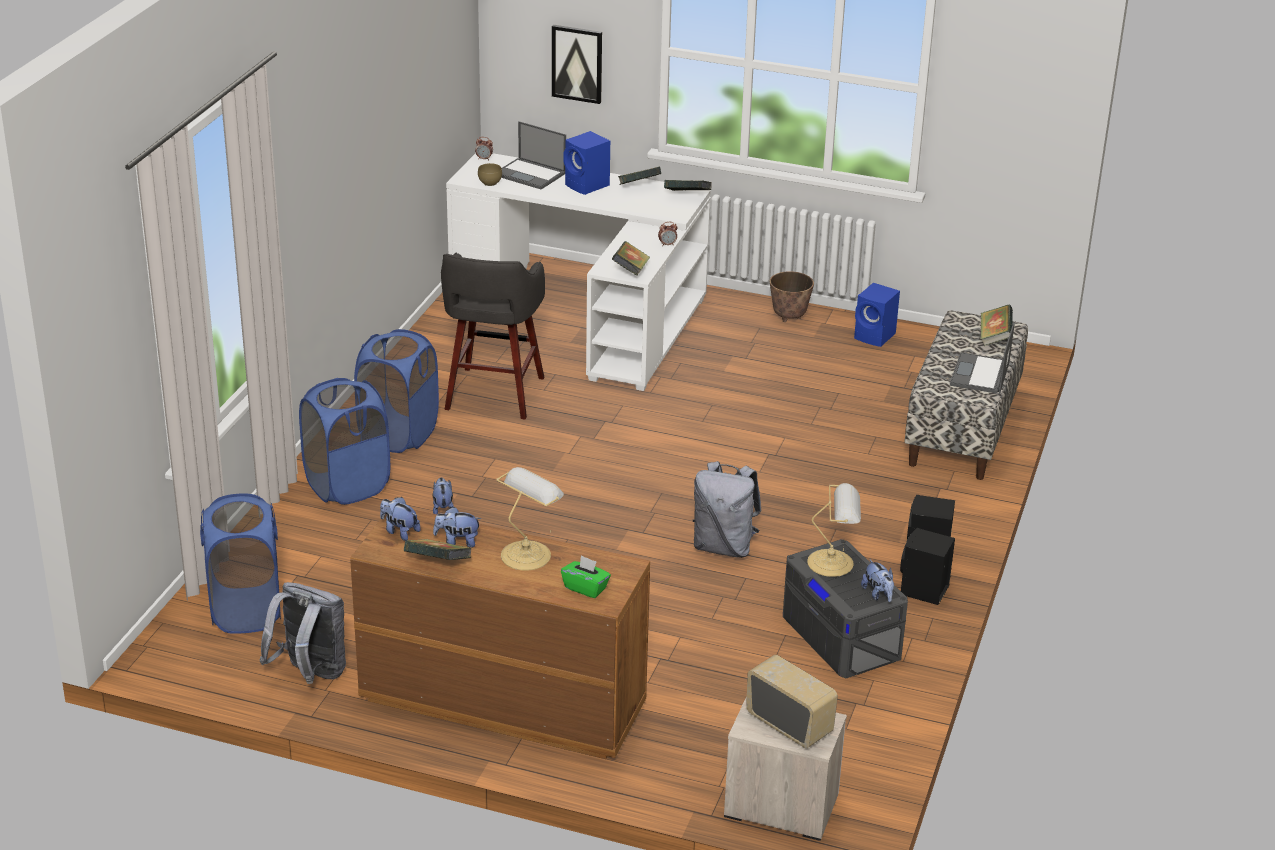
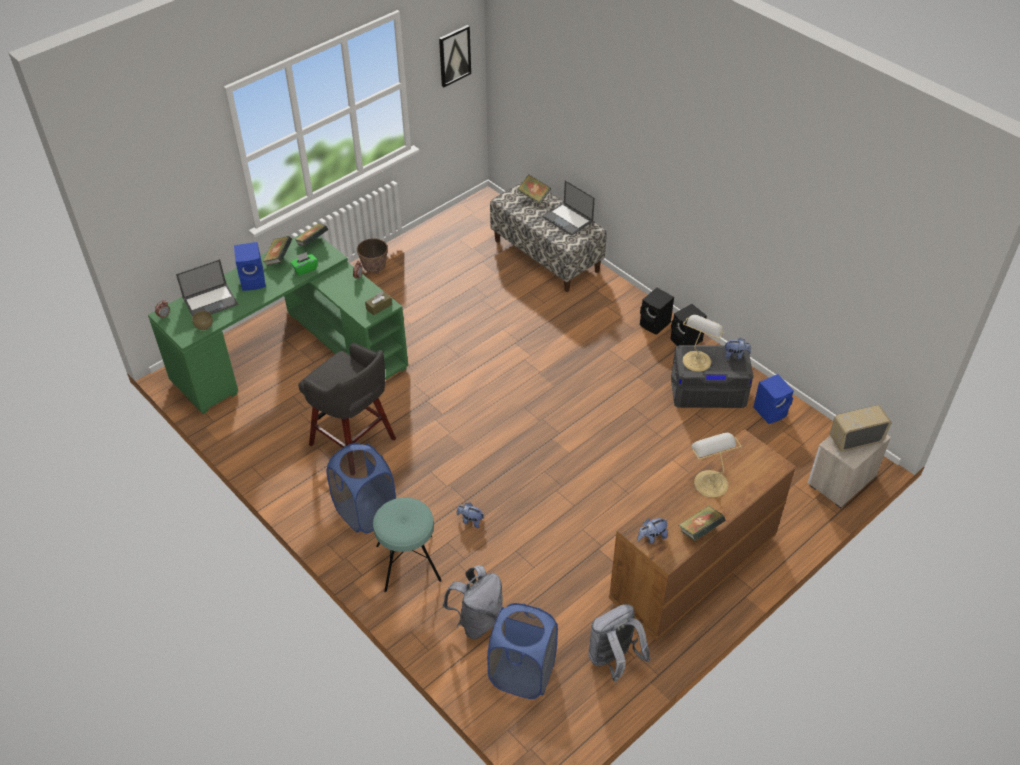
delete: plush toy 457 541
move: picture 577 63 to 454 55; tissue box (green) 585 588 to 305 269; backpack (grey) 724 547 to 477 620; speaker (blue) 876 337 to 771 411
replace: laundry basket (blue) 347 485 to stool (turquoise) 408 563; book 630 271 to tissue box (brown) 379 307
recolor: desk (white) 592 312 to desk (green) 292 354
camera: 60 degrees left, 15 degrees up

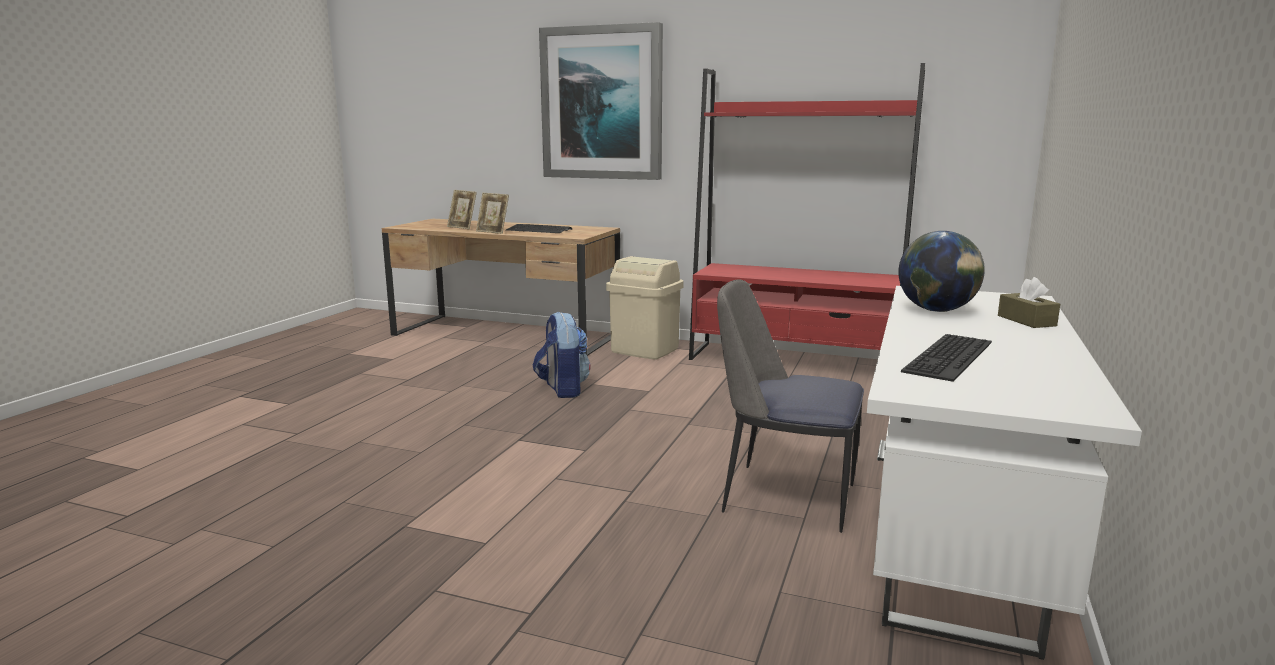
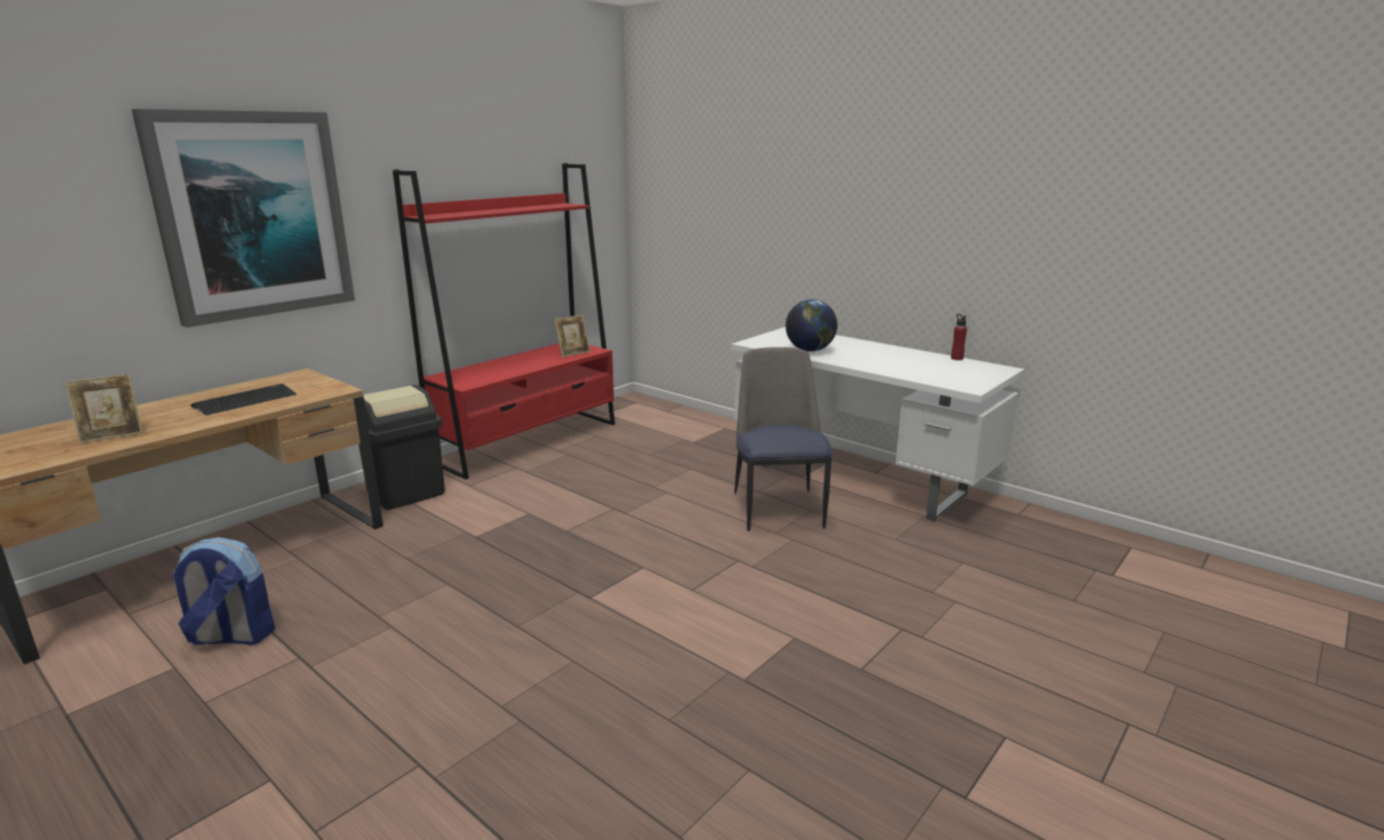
delete: keyboard 951 357; tissue box (brown) 1026 320
insert: bottle (red) 956 358
move: picture frame 493 232 to 573 353; backpack 562 389 to 231 636
recolor: trash can (beige) 645 350 to trash can (black) 406 492
rotate: chair 784 496 = 778 508 135 degrees clockwise
camera: 70 degrees left, 5 degrees up

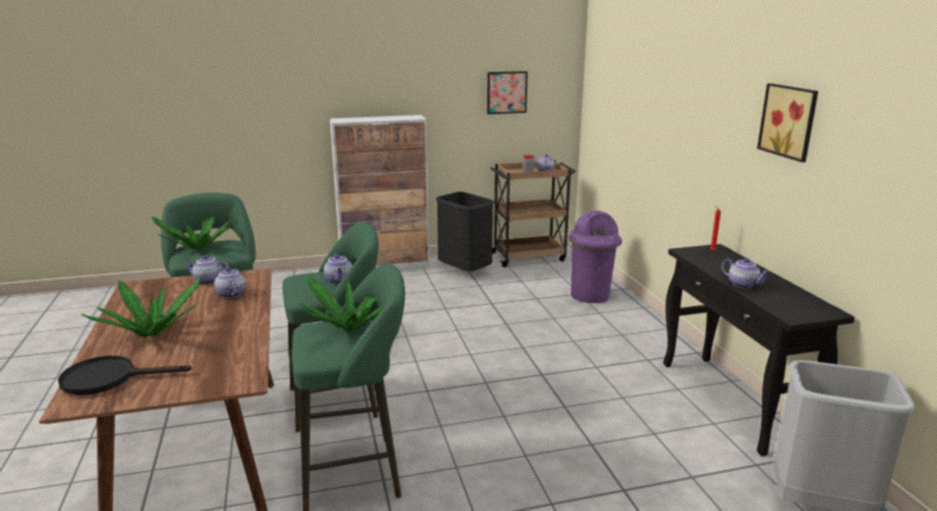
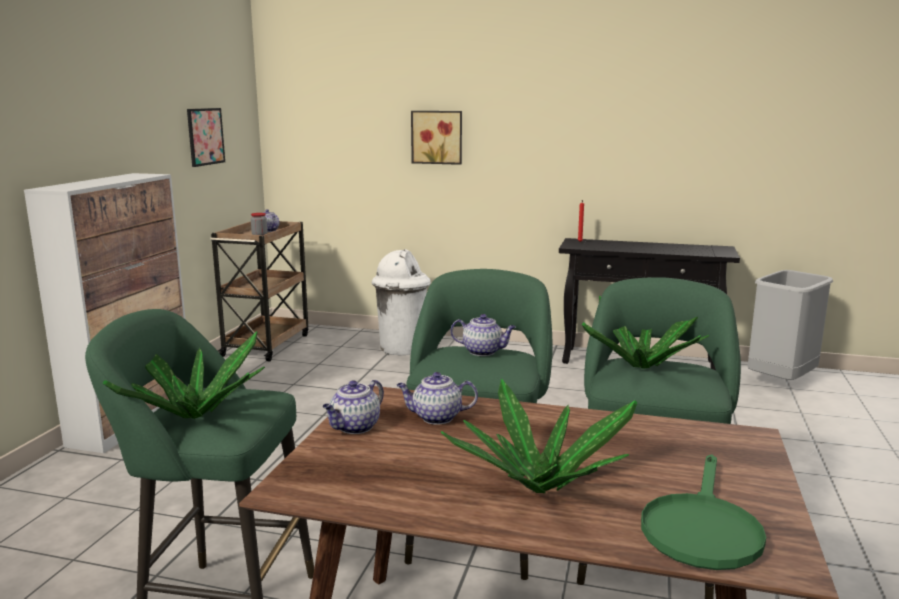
delete: trash can (black) 464 272; teapot 743 285
move: picture 790 121 to 437 137
recolor: frying pan (black) 109 378 to frying pan (green) 701 528; trash can (purple) 590 296 to trash can (white) 402 348
camera: 60 degrees left, 5 degrees down

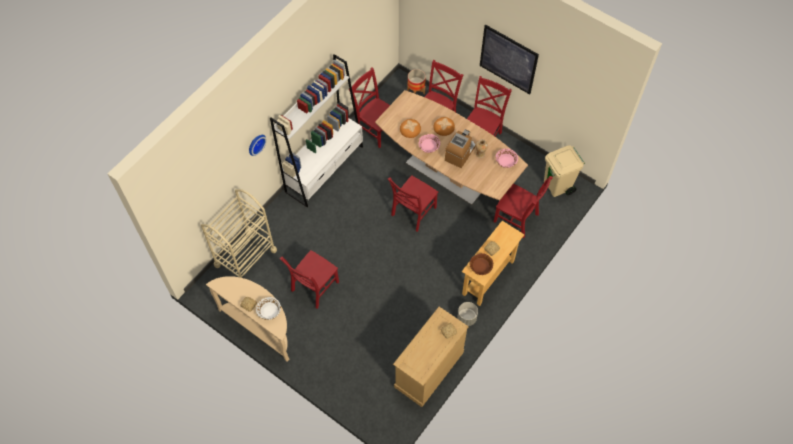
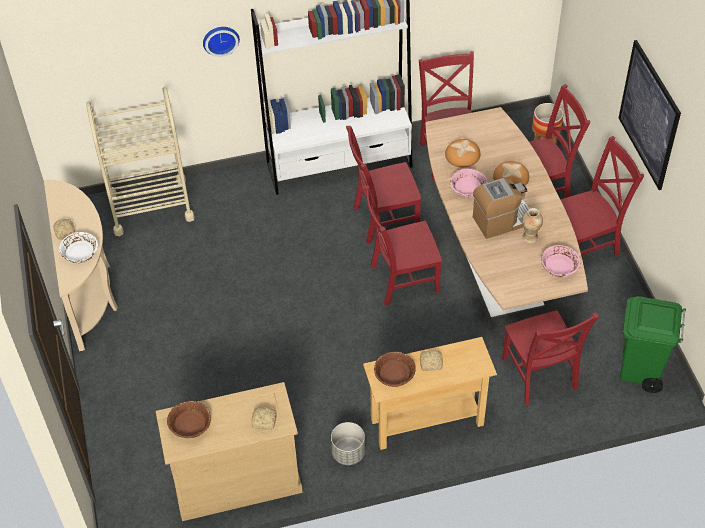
insert: bowl (brown) 190 425
move: chair (red) 313 288 to 383 219
recolor: trash can (beige) 557 186 to trash can (green) 640 370
camera: 40 degrees right, 10 degrees down

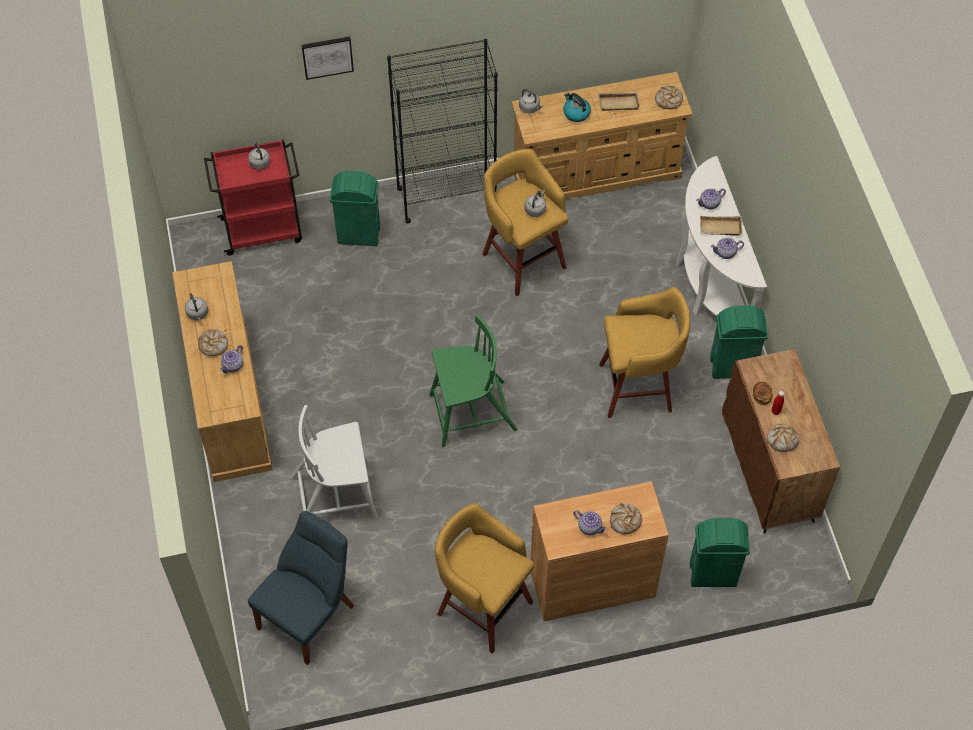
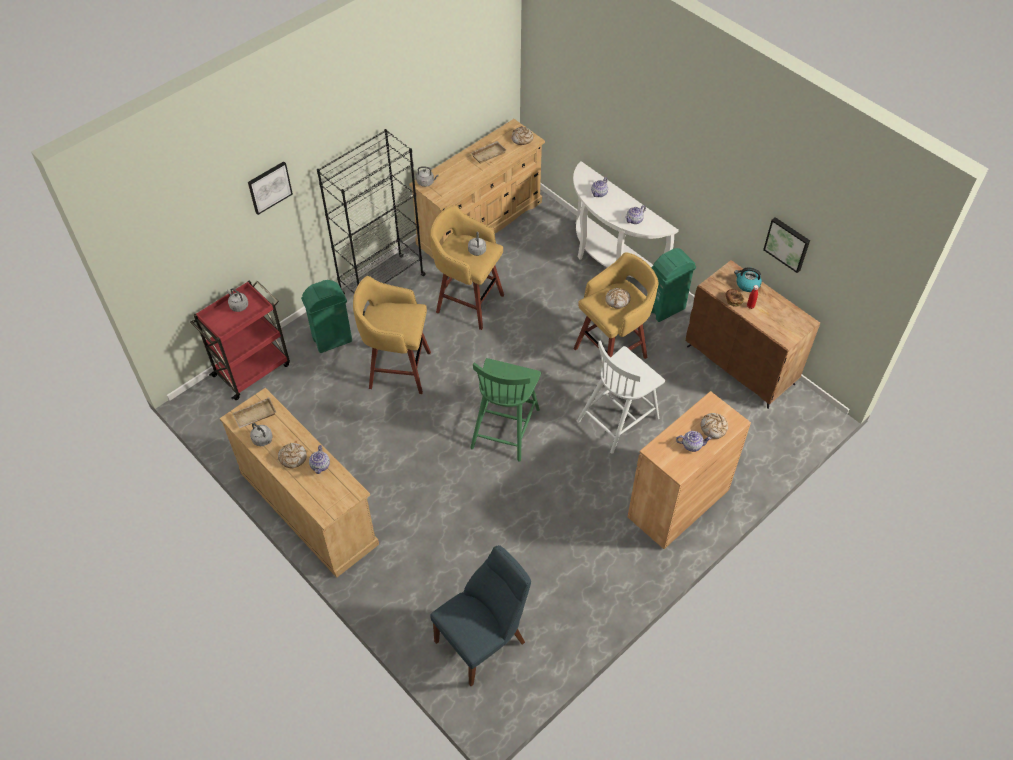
delete: trash can (green) 713 575
insert: picture 787 243
move: chair (white) 336 496 to 618 418; stool (yellow) 482 606 to 397 369; kettle 576 113 to 747 284; tray (beige) 719 229 to 255 416; bread 782 440 to 617 300
rotate: chair (blue) 309 614 = 483 640 45 degrees clockwise; chair (green) 471 413 = 505 427 150 degrees clockwise
camera: 30 degrees left, 5 degrees down

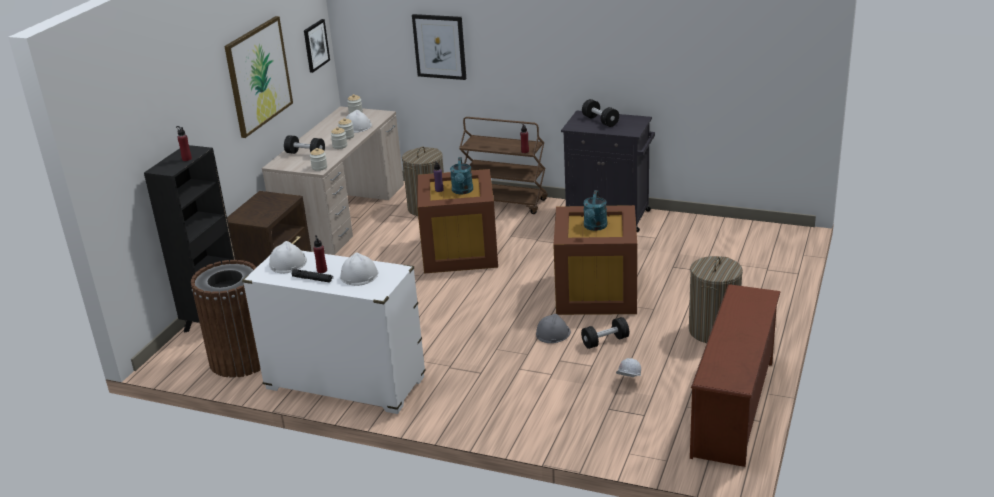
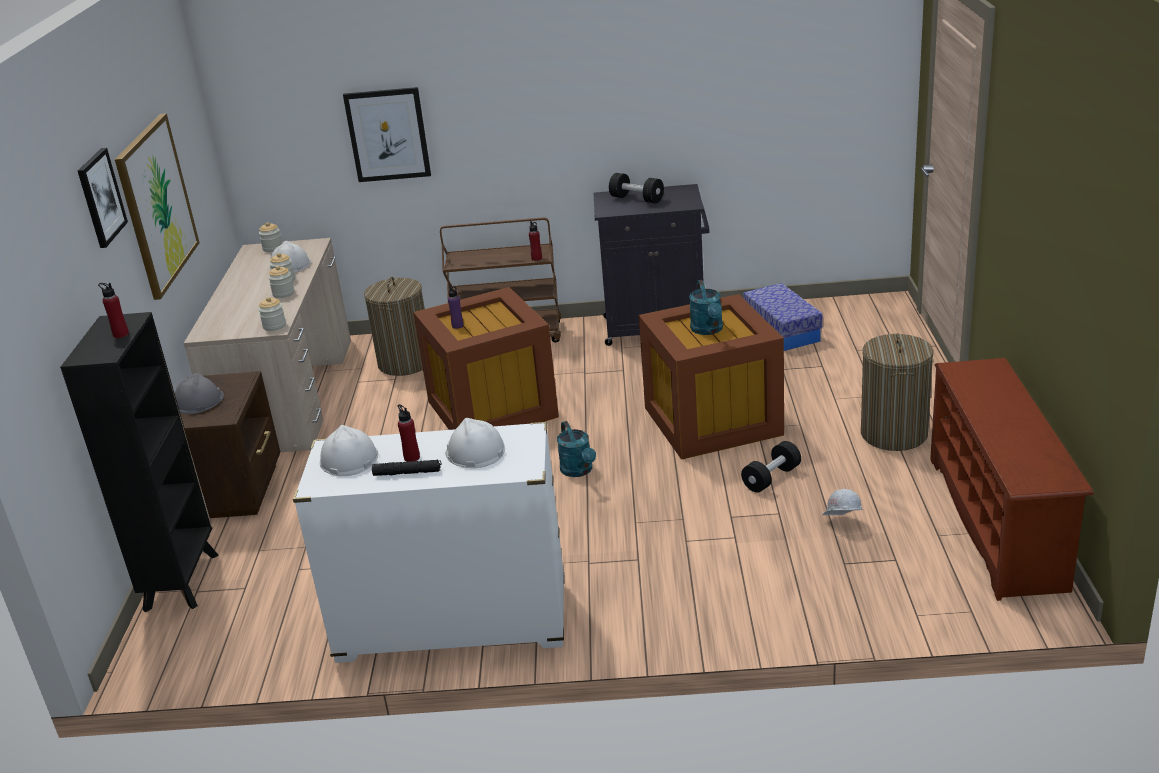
delete: trash can (brown) 241 359; dumbbell (black) 305 154
insert: storage box 782 330
move: picture 315 45 to 100 197; watering can (turquoise) 462 191 to 579 471; hard hat (grey) 553 333 to 199 401
camera: 20 degrees left, 0 degrees up

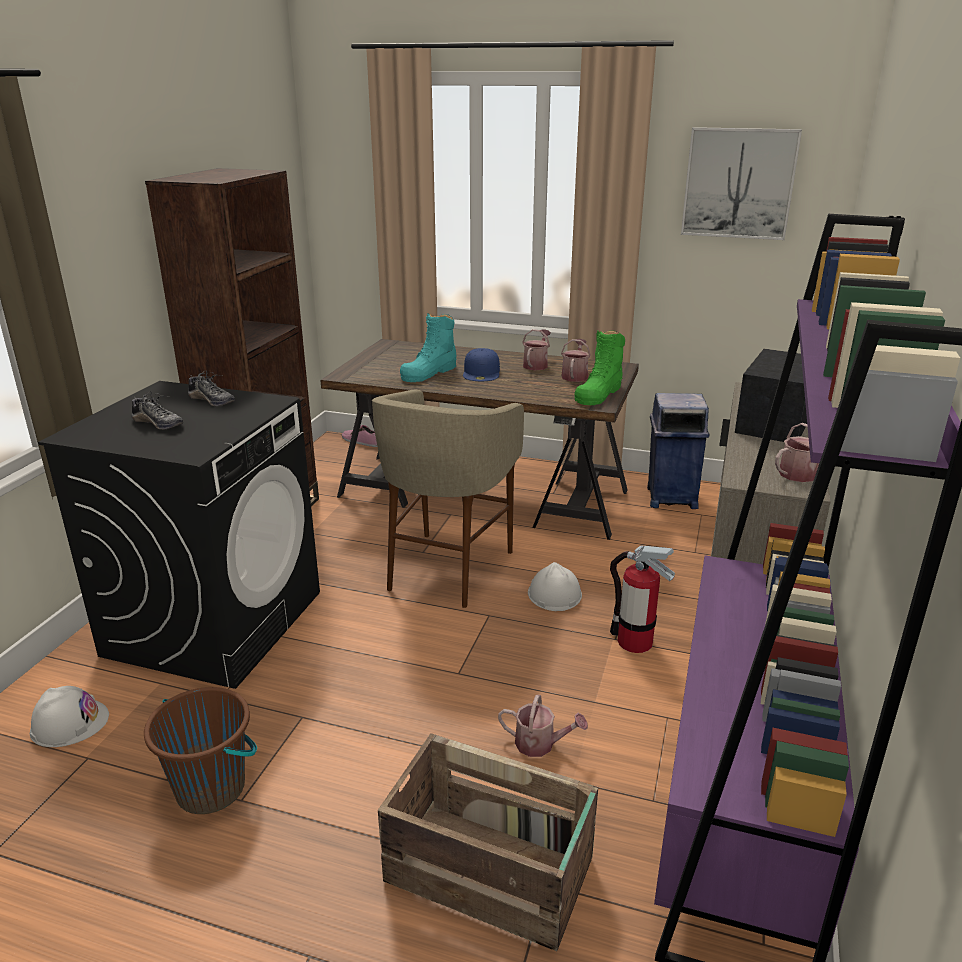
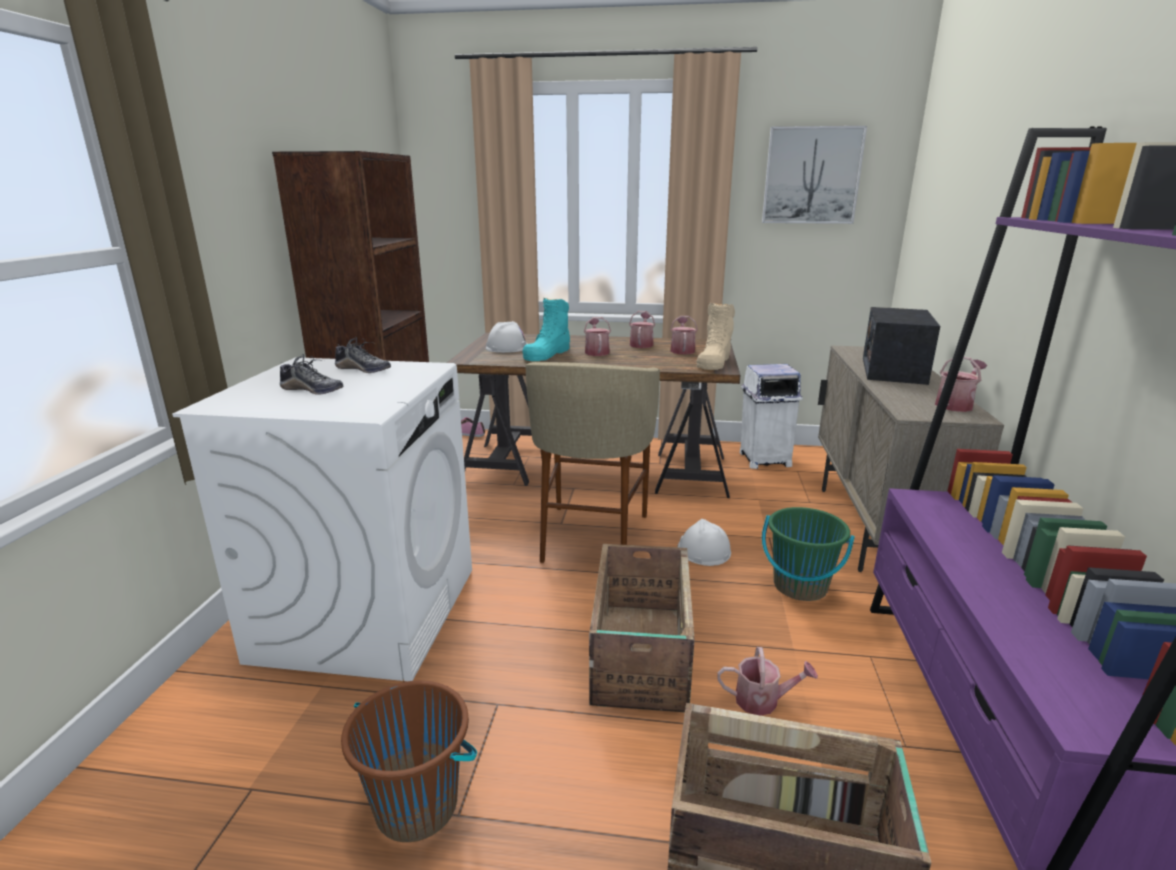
insert: crate 639 656
move: hard hat (white) 69 723 to 508 347
replace: cap (blue) 482 372 to watering can 596 351; fire extinguisher 634 642 to bucket (green) 800 586
recolor: washing machine (black) 215 622 to washing machine (white) 368 612; boot (green) 599 394 to boot (beige) 714 361; trash can (blue) 670 498 to trash can (white) 763 459
camera: 10 degrees left, 5 degrees down

